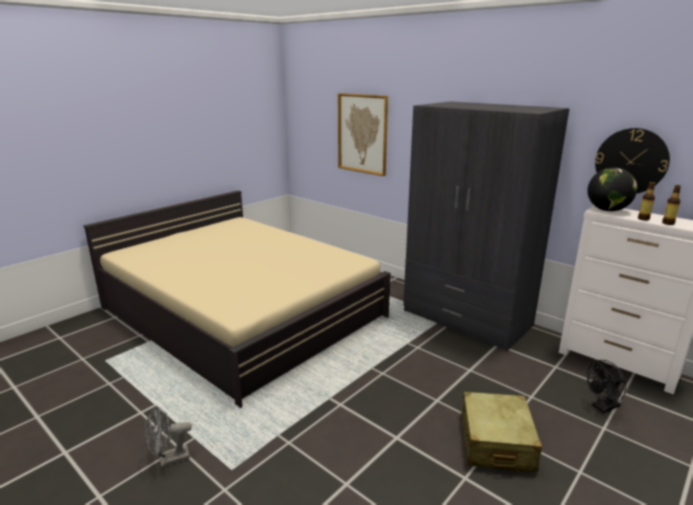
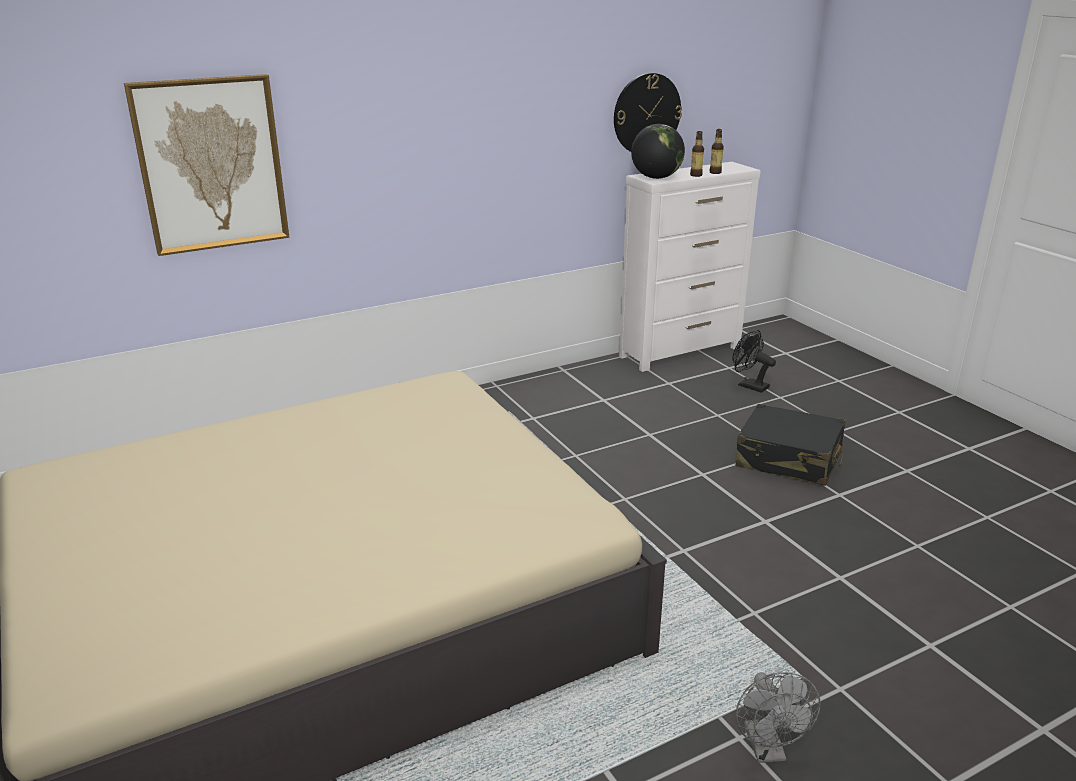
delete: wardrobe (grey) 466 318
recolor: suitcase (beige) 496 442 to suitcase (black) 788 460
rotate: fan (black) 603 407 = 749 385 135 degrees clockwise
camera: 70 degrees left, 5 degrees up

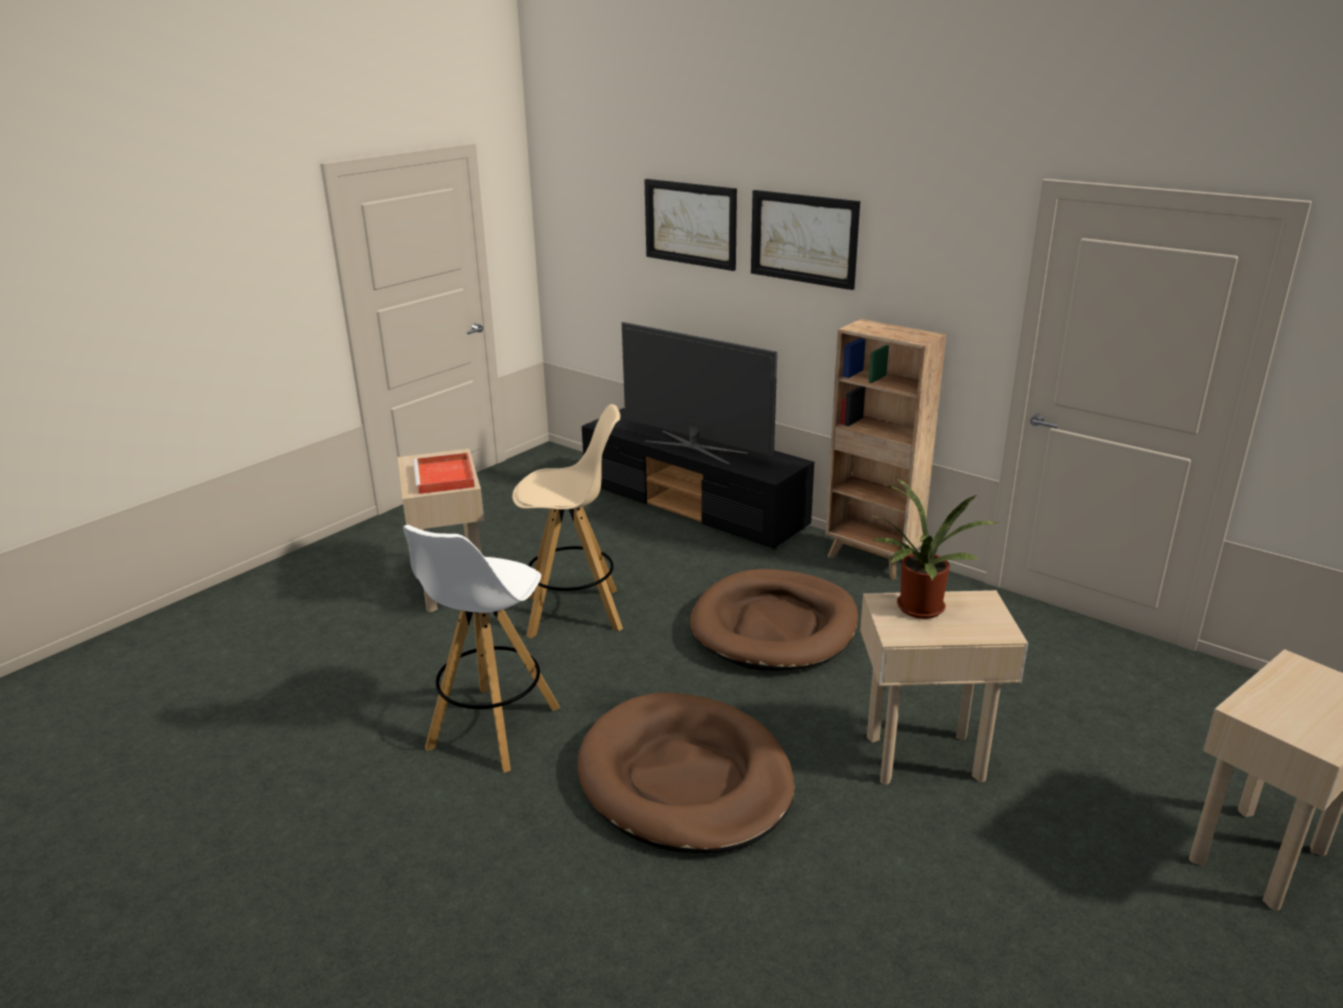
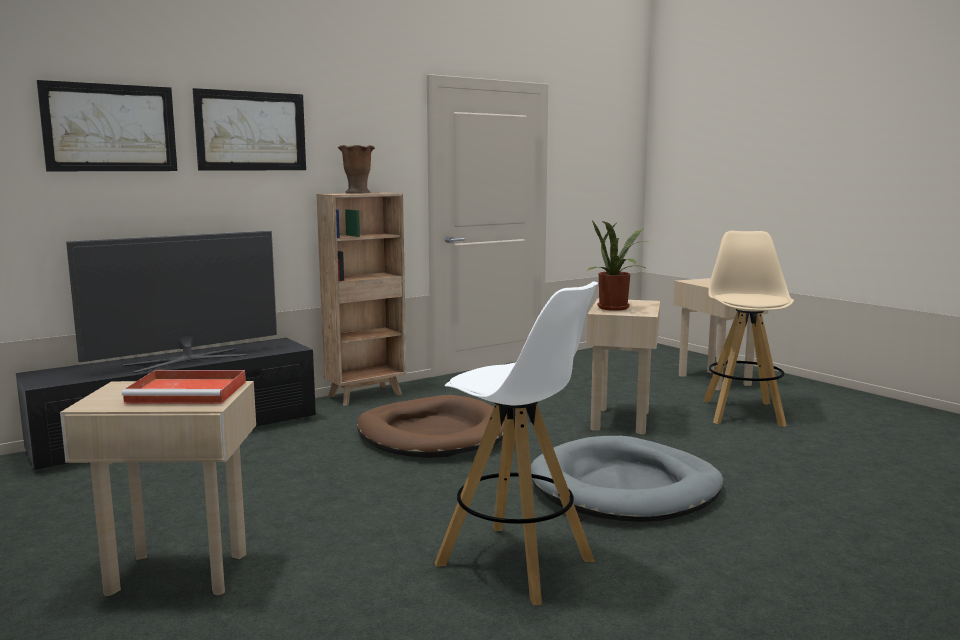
insert: vase (brown) 358 193
move: stool (beige) 575 612 to 742 412
recolor: dog bed (brown) 685 779 to dog bed (grey) 625 487
camera: 75 degrees left, 15 degrees down

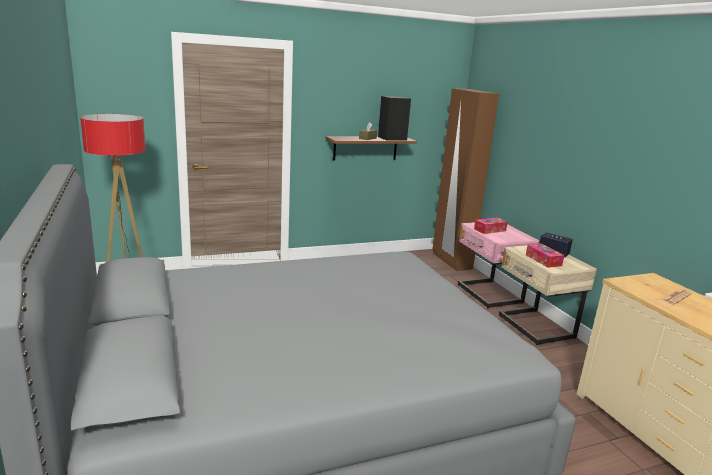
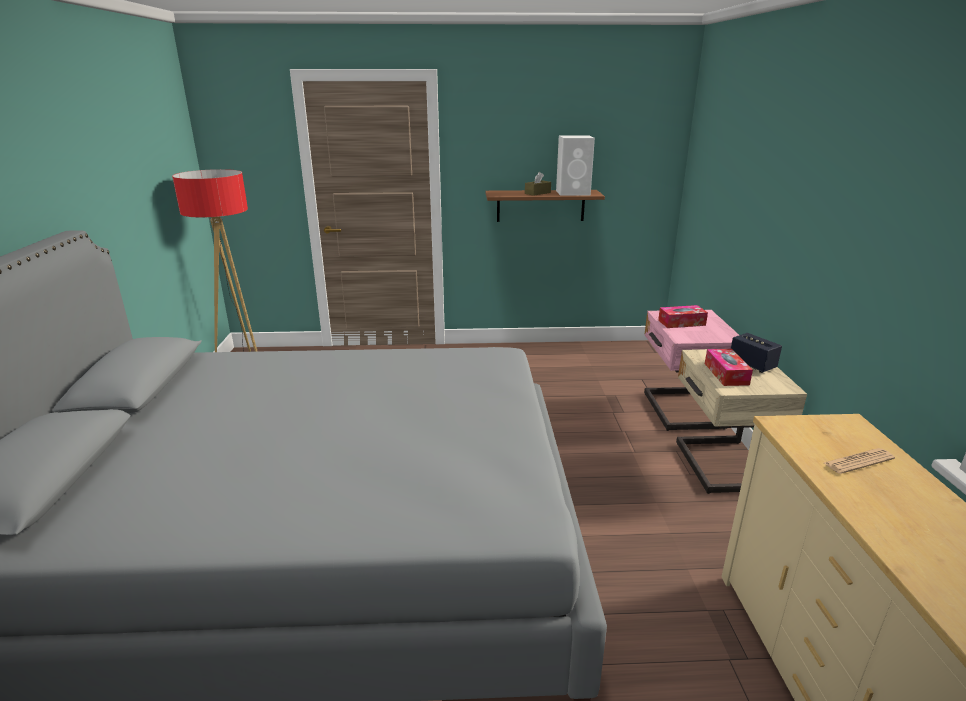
delete: wardrobe (brown) 451 261
recolor: speaker (black) 393 138 to speaker (white) 573 193
camera: 20 degrees right, 5 degrees up

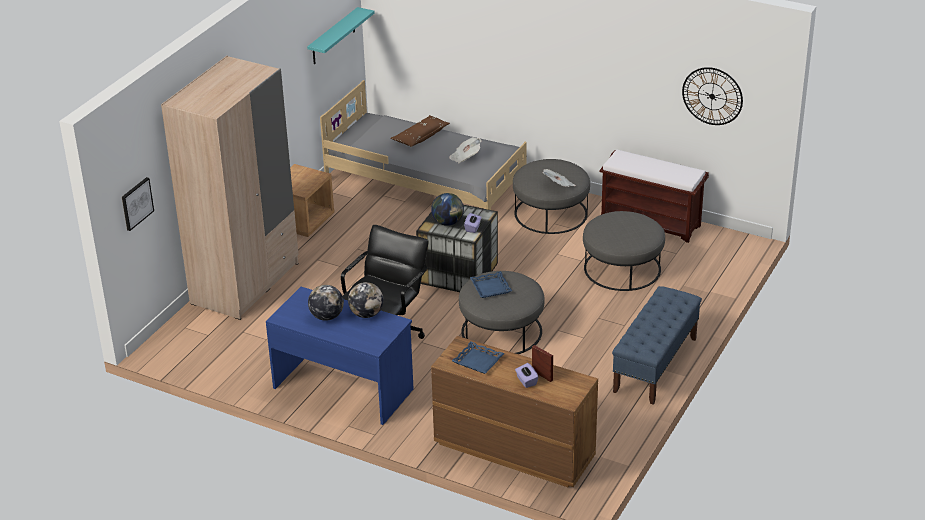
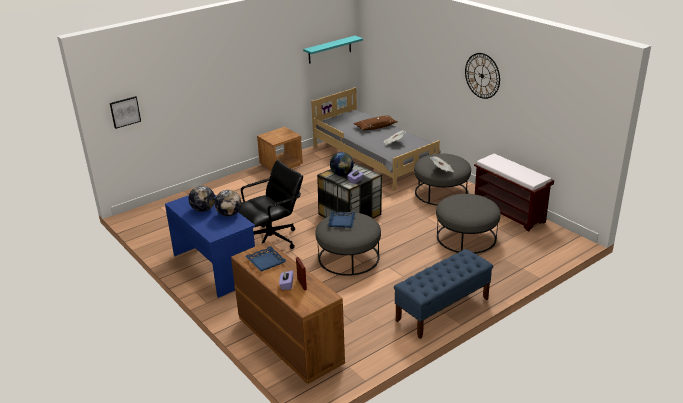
delete: wardrobe (beige) 245 283
move: wall clock 712 96 to 482 75
camera: 25 degrees right, 5 degrees down

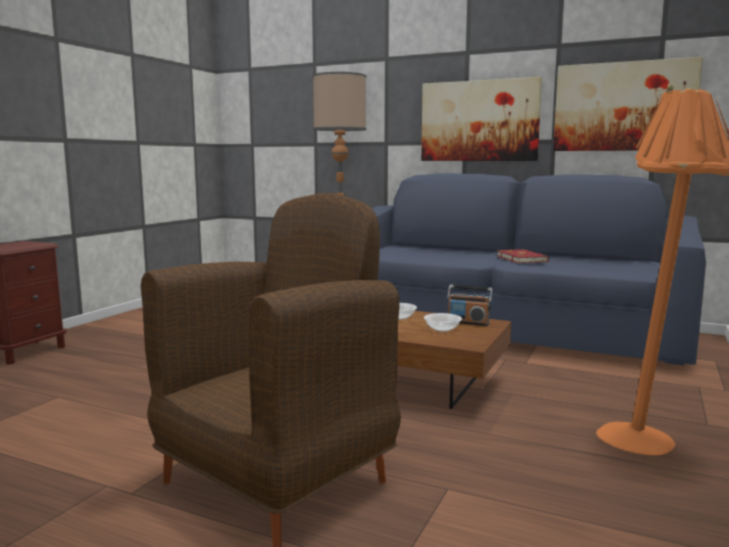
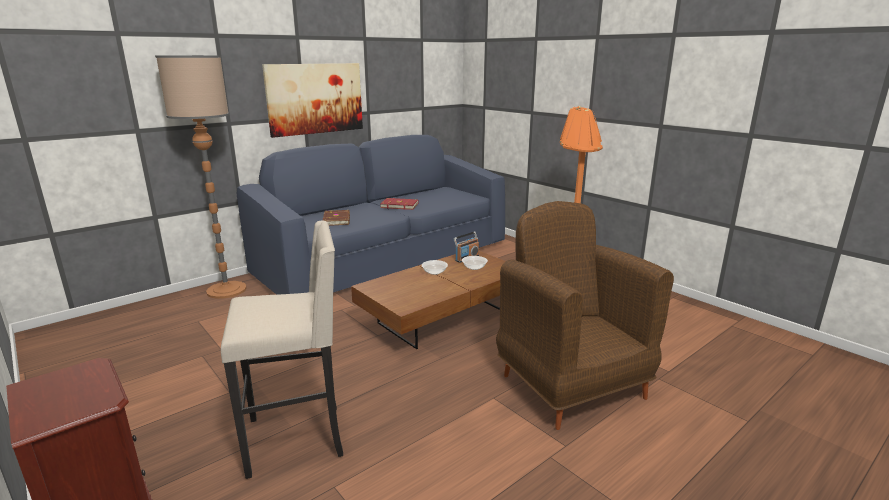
delete: picture 623 107
insert: stool (beige) 298 438; book (brown) 337 219
camera: 65 degrees left, 10 degrees up

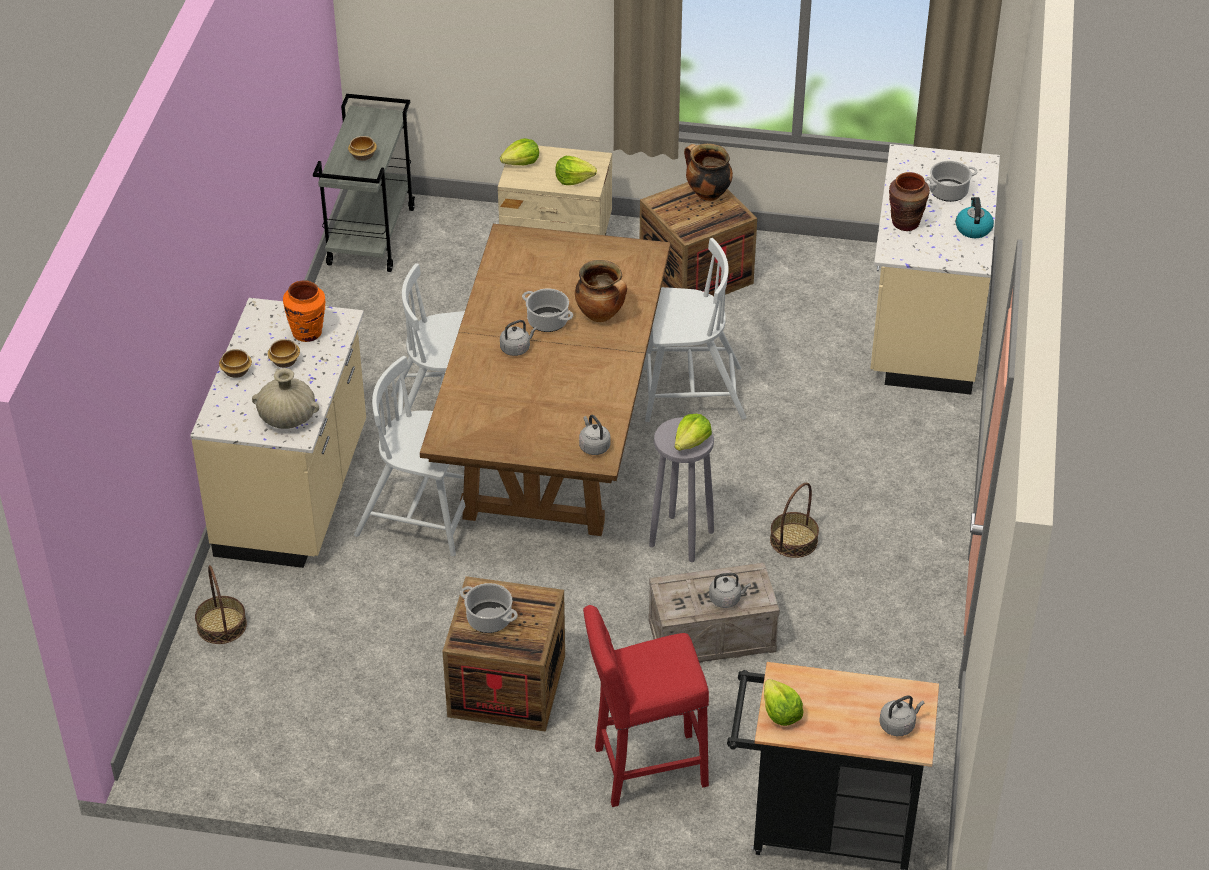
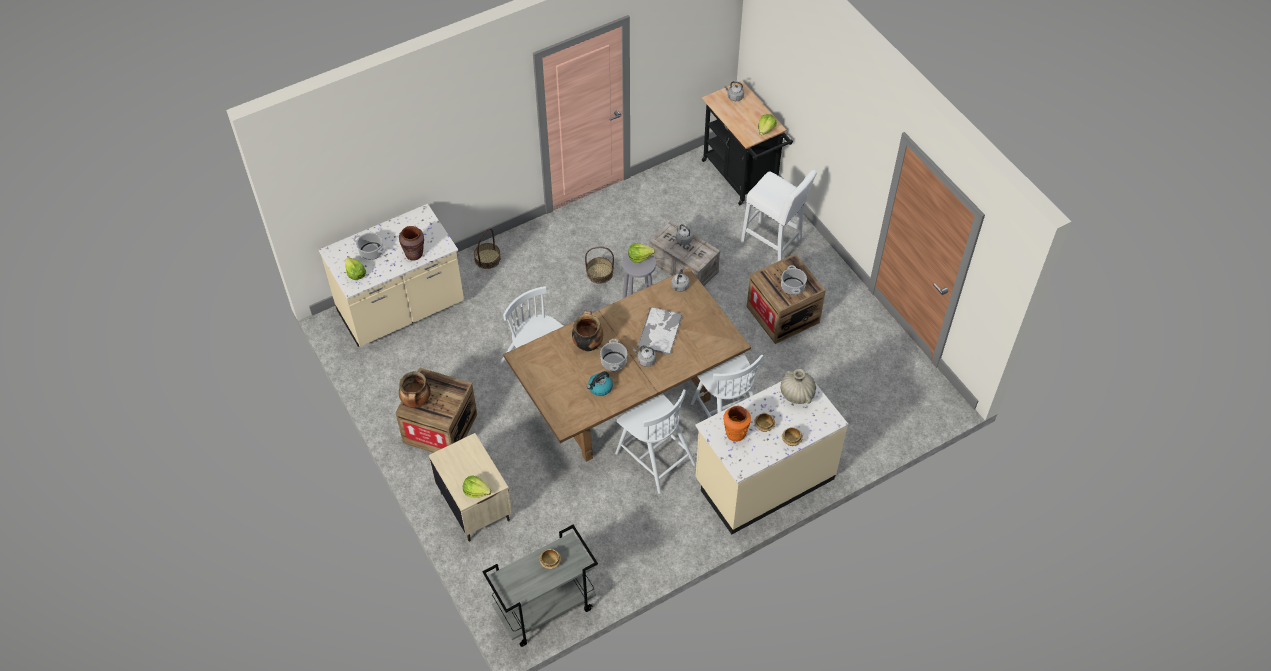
insert: tray 660 331
move: basket 221 625 to 487 259; lettuce 573 179 to 355 273; kettle 973 228 to 600 388
recolor: stool (red) 644 769 to stool (white) 773 244
camera: 130 degrees left, 10 degrees up

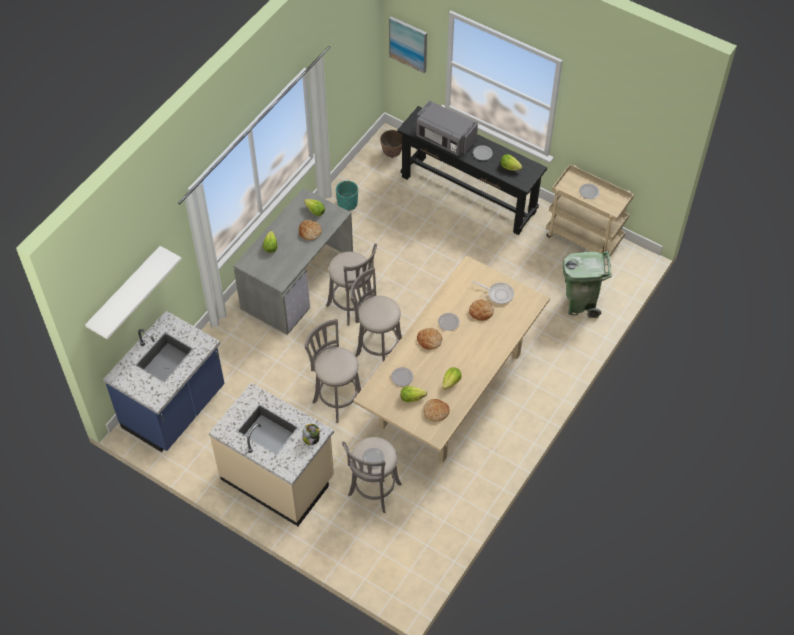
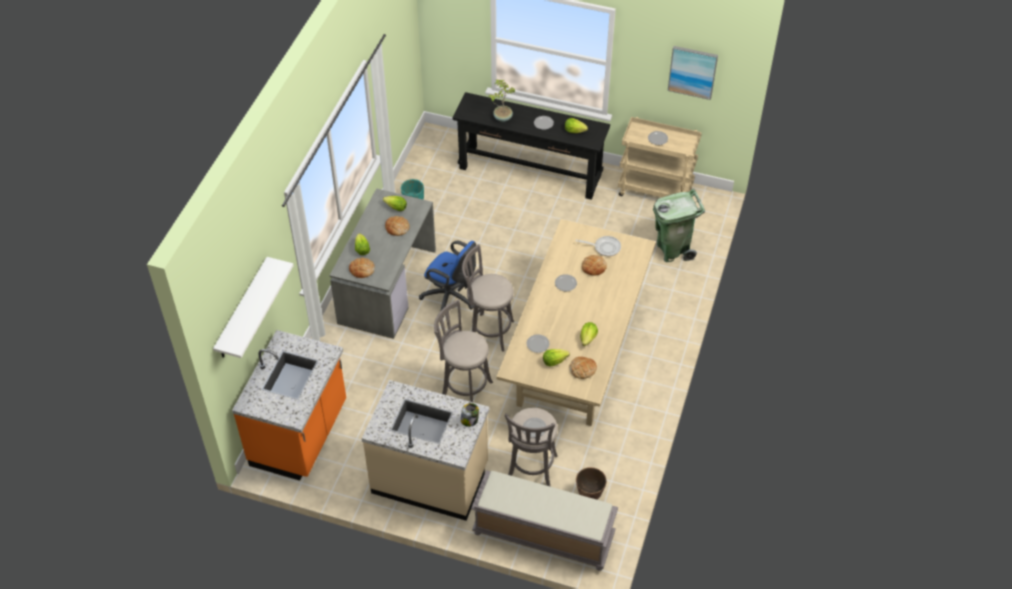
insert: bench (grey) 542 535
move: planter 392 153 to 589 495; picture 408 44 to 692 72; bread 429 340 to 362 269
replace: stool (grey) 353 307 to office chair (blue) 451 298; microwave (grey) 444 139 to potted plant 502 117
recolor: counter (blue) 175 409 to counter (orange) 300 435
camera: 15 degrees left, 5 degrees down

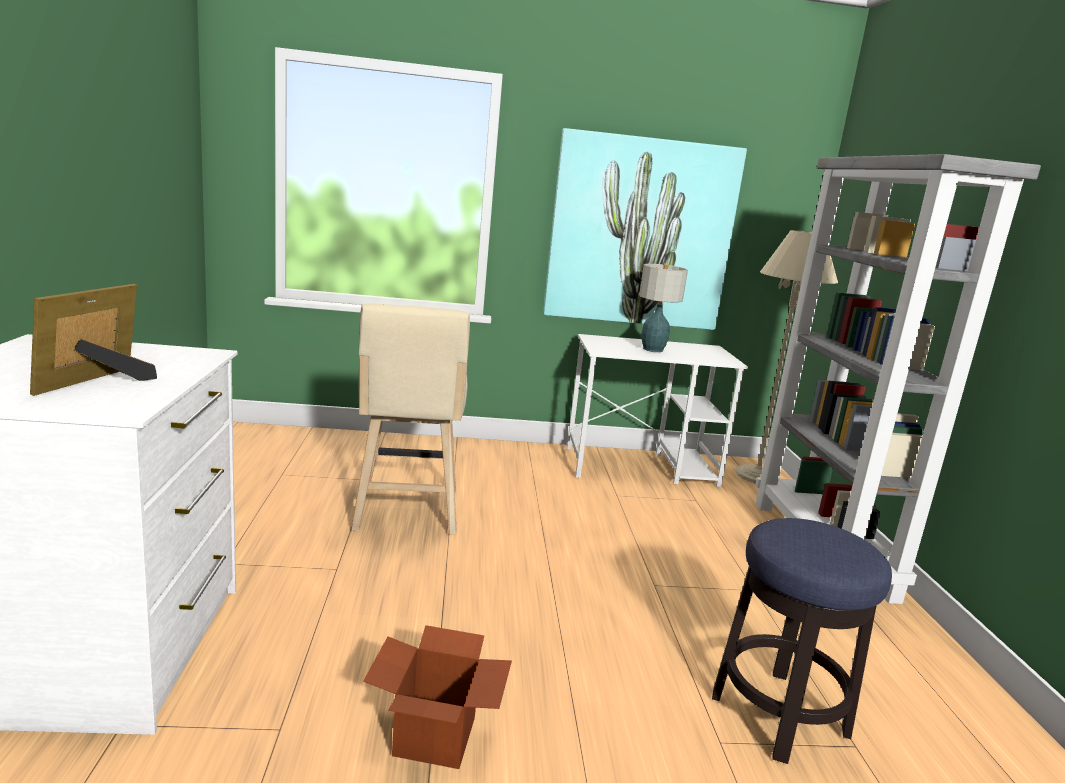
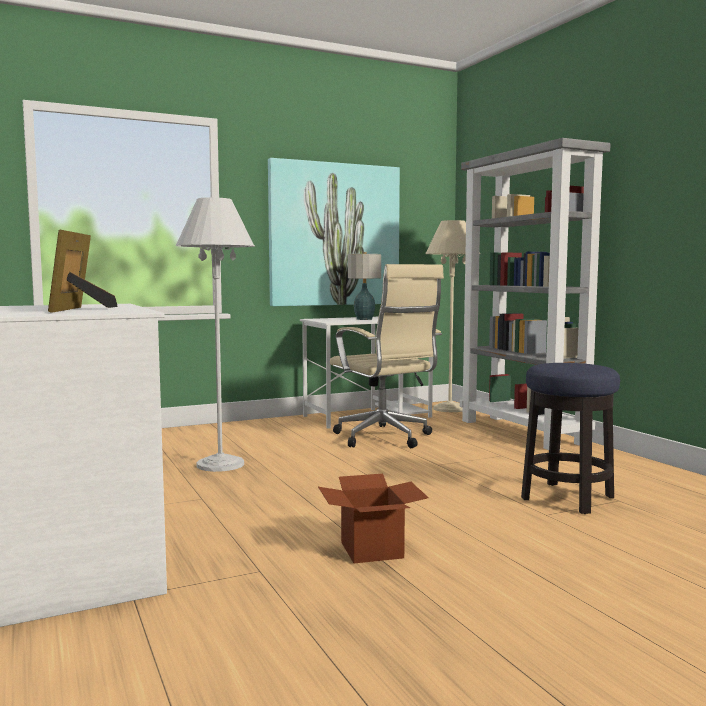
insert: office chair (beige) 385 438
replace: stool (beige) 406 513 to floor lamp (white) 220 464
camera: 20 degrees left, 10 degrees down

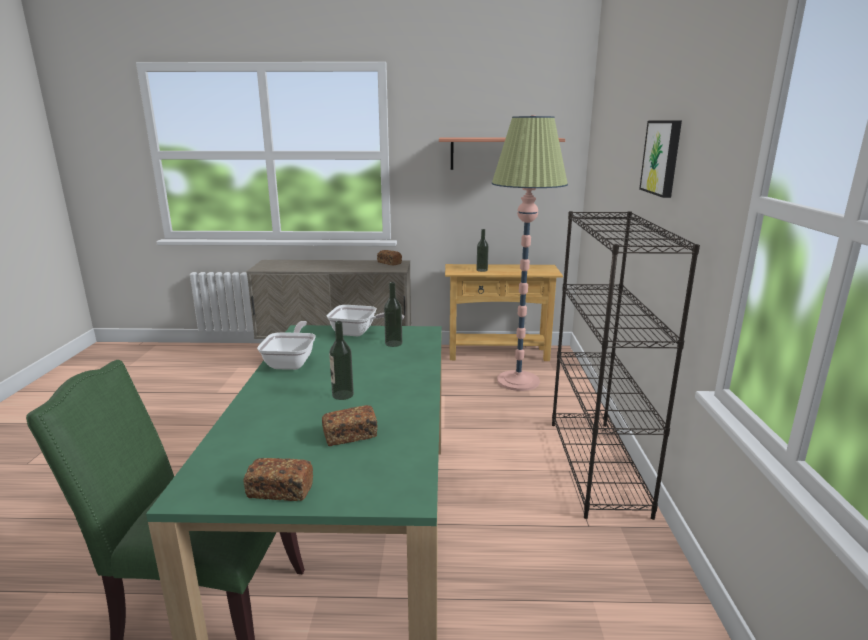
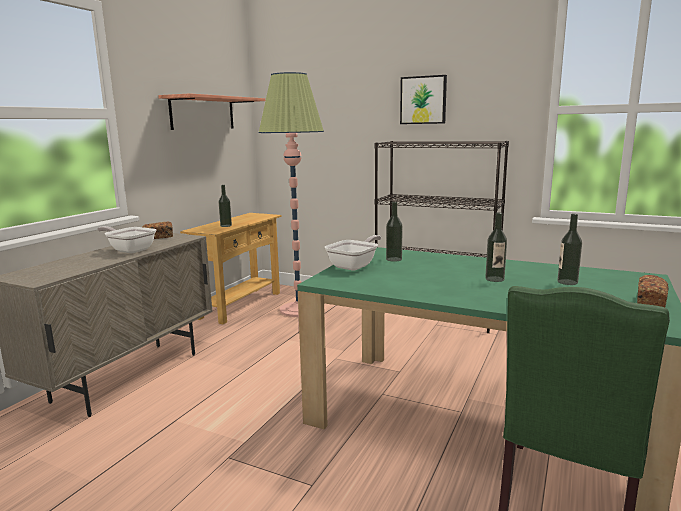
move: frying pan 292 362 to 130 250
replace: bread 350 436 to bottle 567 282
camera: 65 degrees left, 5 degrees down

